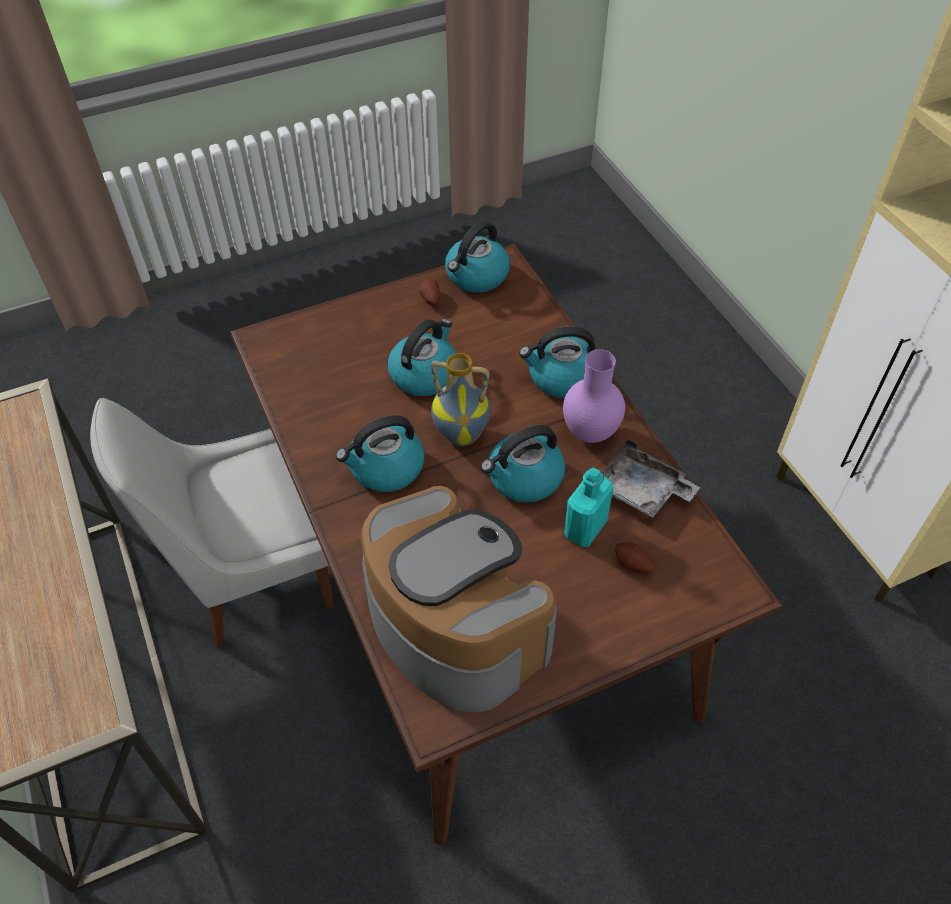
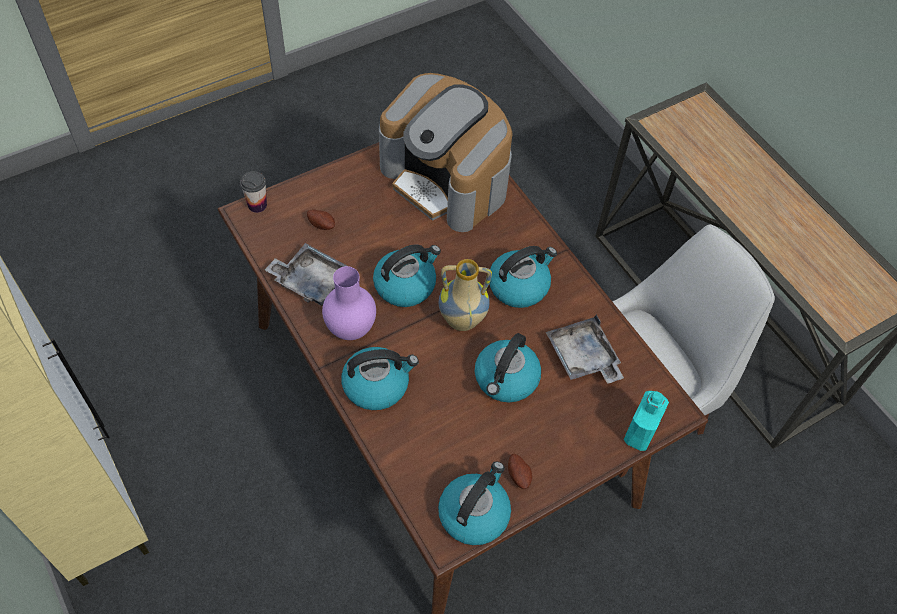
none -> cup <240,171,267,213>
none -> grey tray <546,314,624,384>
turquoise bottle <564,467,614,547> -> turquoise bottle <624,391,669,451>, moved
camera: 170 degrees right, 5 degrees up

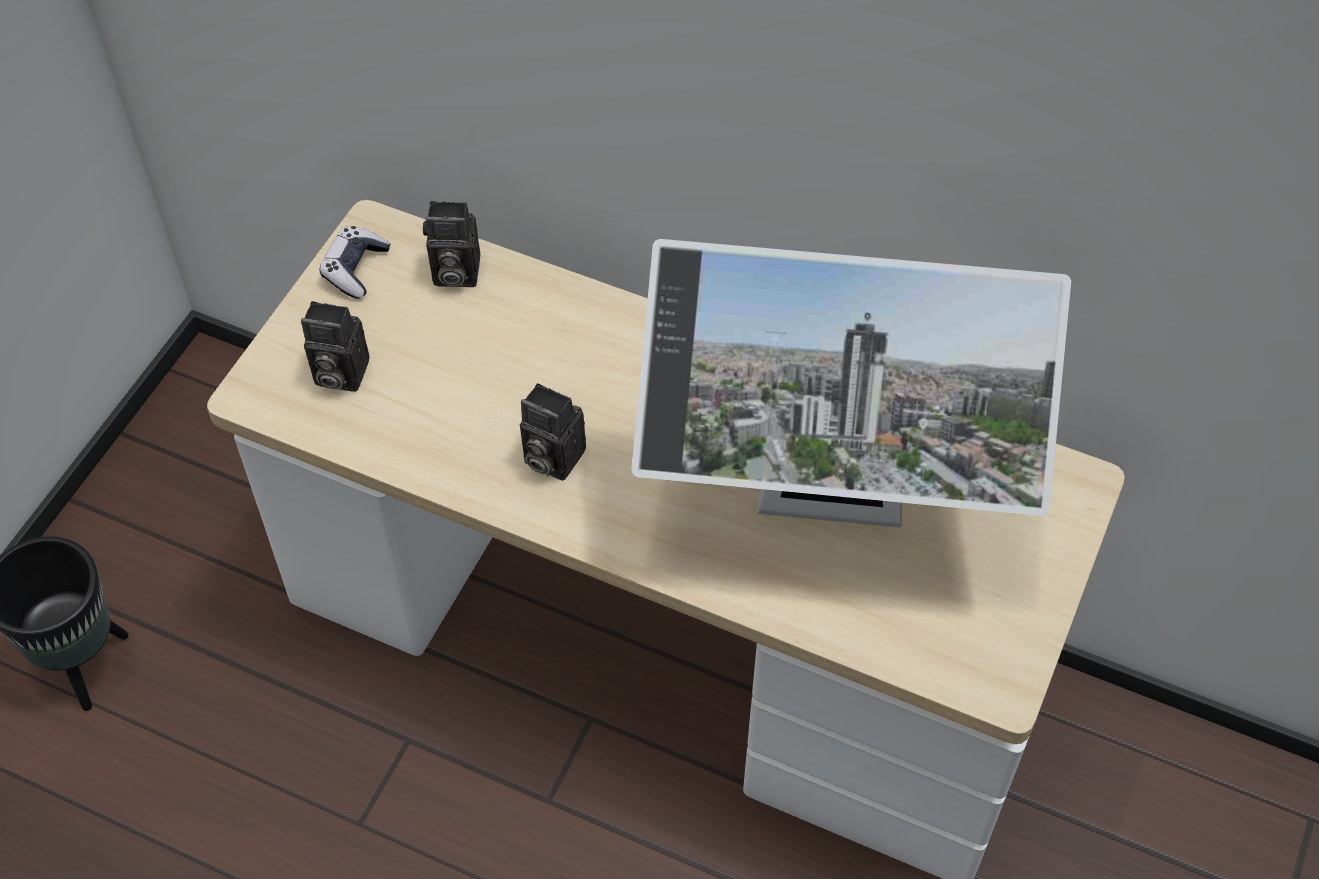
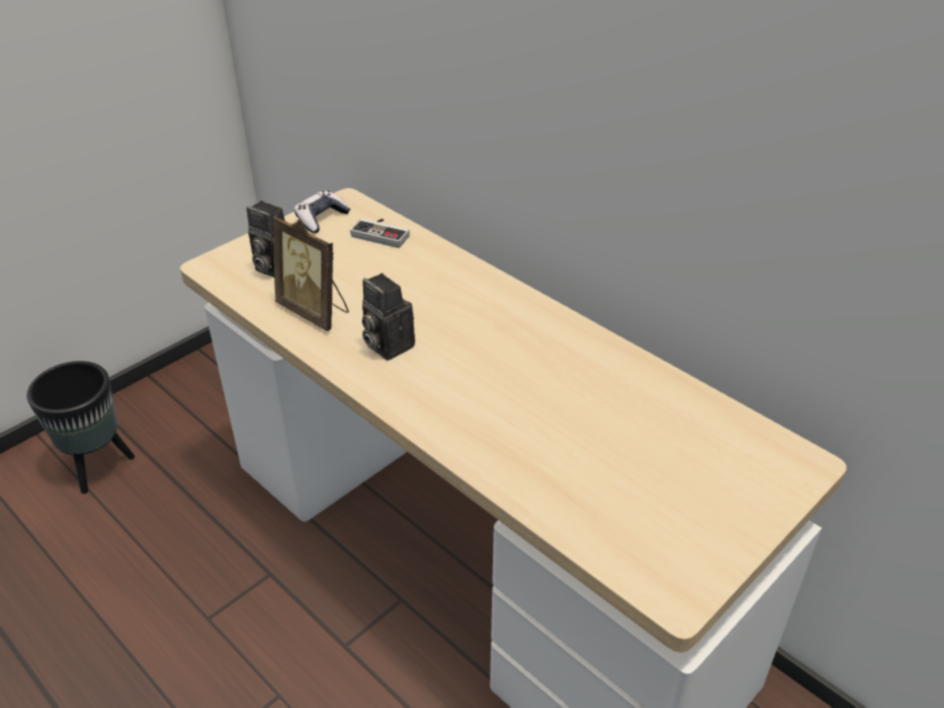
none -> picture frame <273,215,349,331>
photo camera <423,201,480,287> -> game controller <350,218,410,248>
monitor <631,239,1071,528> -> none
camera: 20 degrees right, 15 degrees down

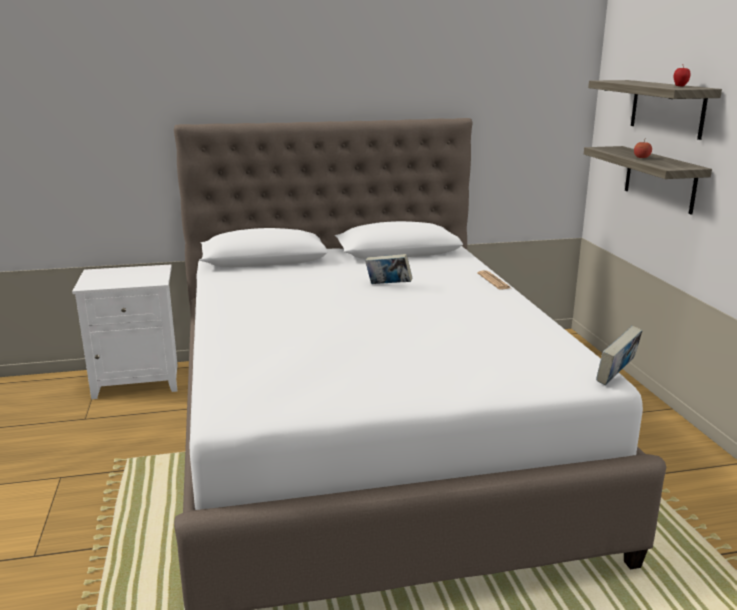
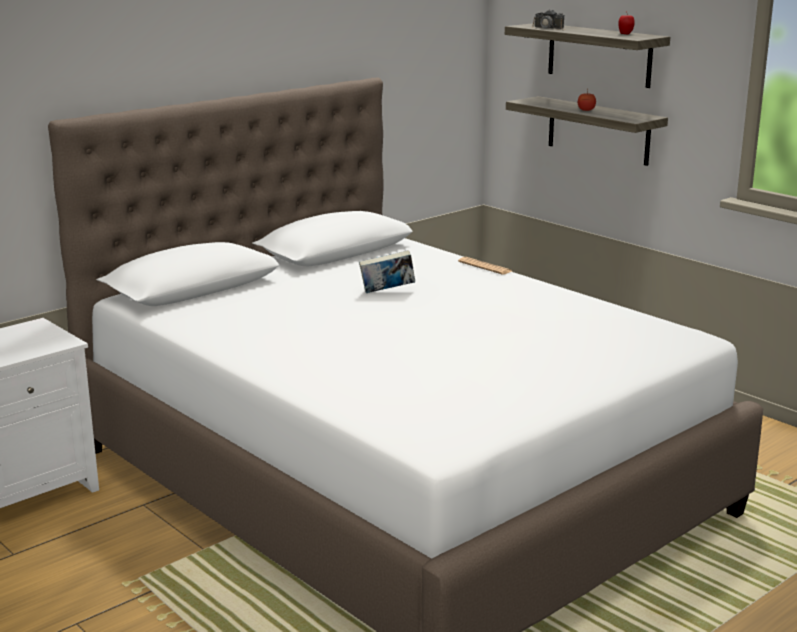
none -> photo camera <531,10,565,30>
book <596,326,642,385> -> none
camera: 30 degrees left, 0 degrees up

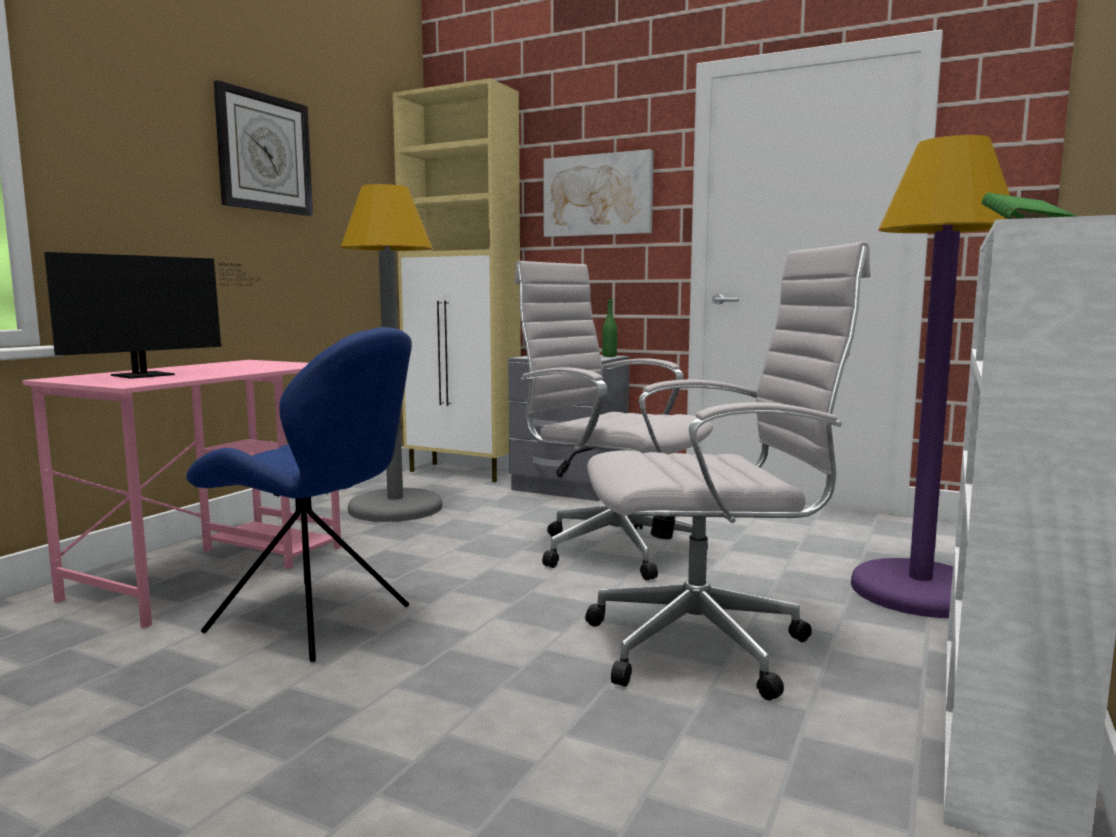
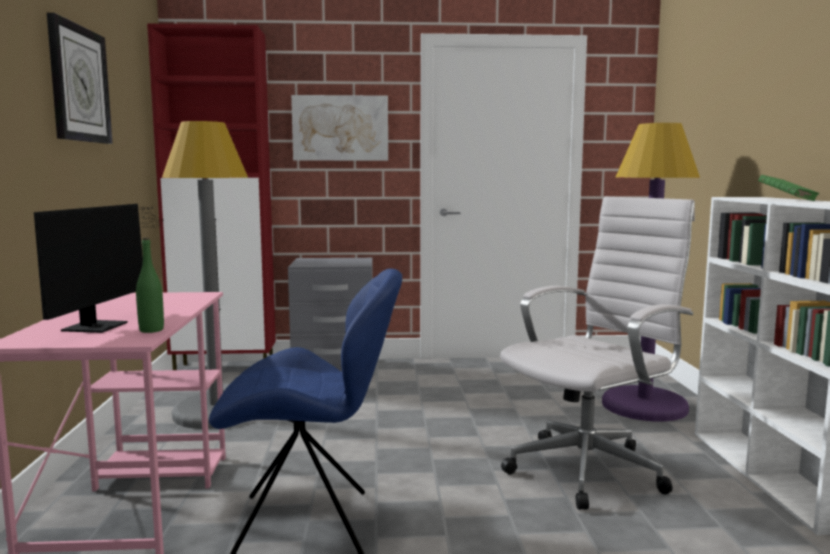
green bottle <602,298,617,357> -> green bottle <136,238,164,333>, moved
beige cabinet <393,78,521,482> -> red cabinet <147,24,276,370>
white office chair <514,261,713,581> -> none
camera: 30 degrees left, 0 degrees up

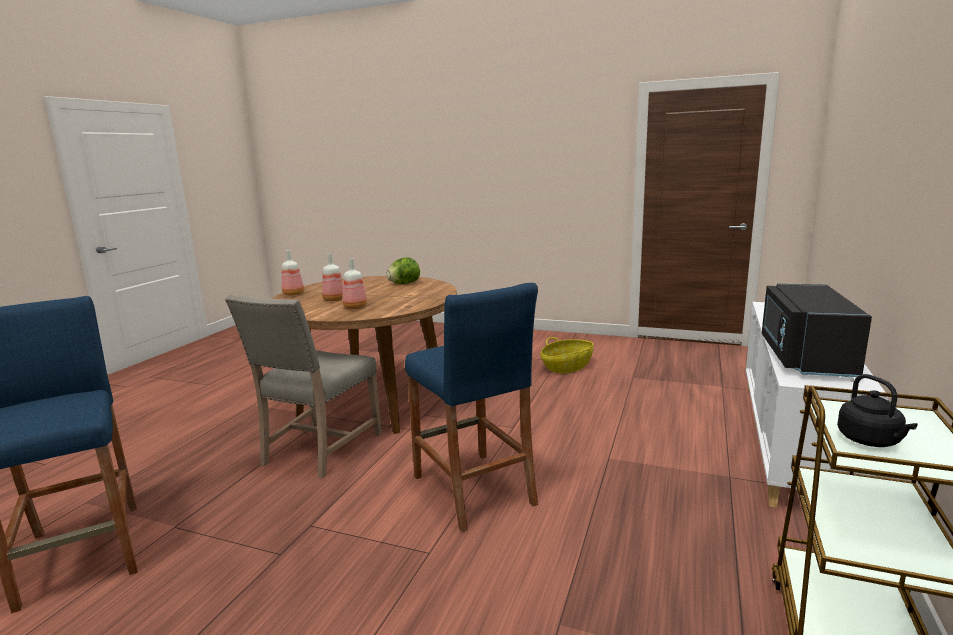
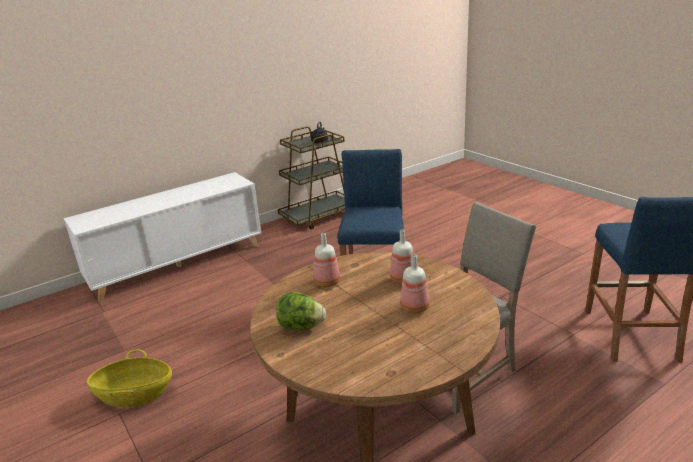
bottle <282,250,304,296> -> bottle <313,233,340,287>, moved
black microwave <762,284,872,377> -> none
camera: 145 degrees left, 10 degrees up

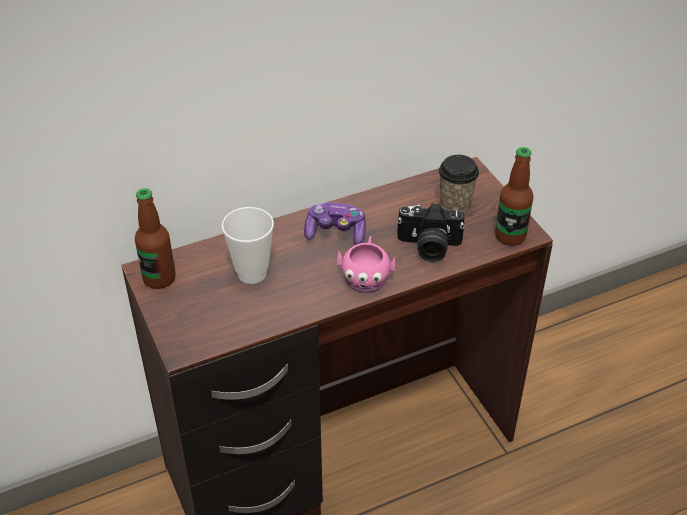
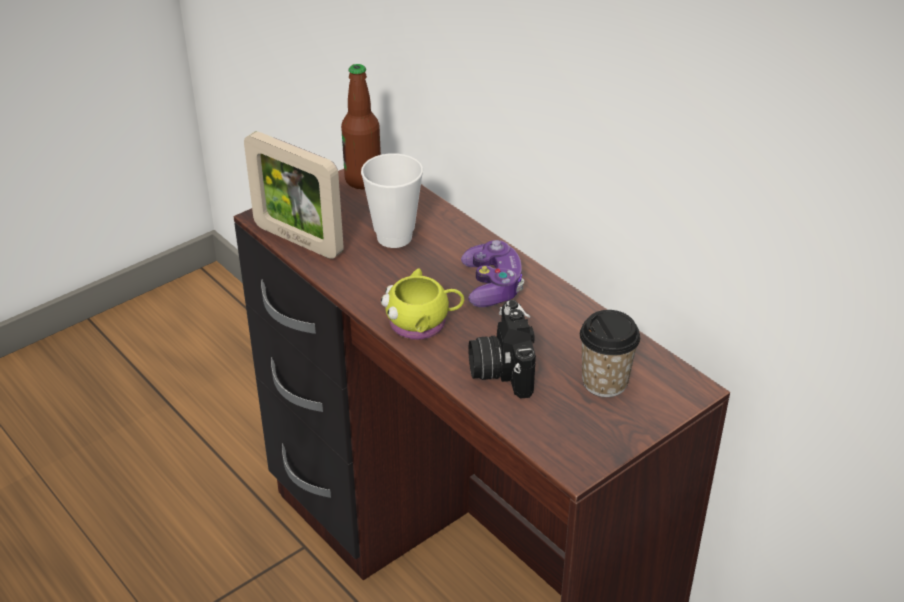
none -> picture frame <244,131,344,259>
pink mug <337,236,396,293> -> yellow mug <381,268,464,340>
bottle <495,147,534,246> -> none
camera: 75 degrees right, 5 degrees down

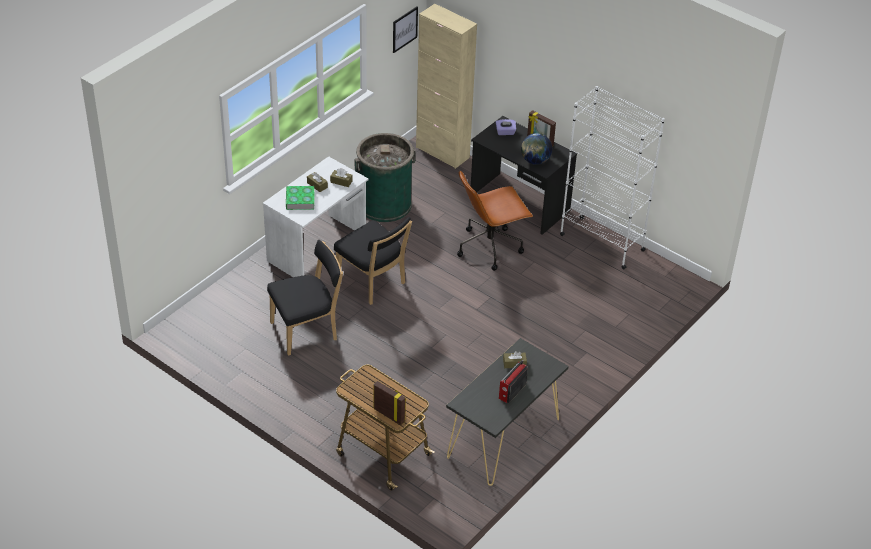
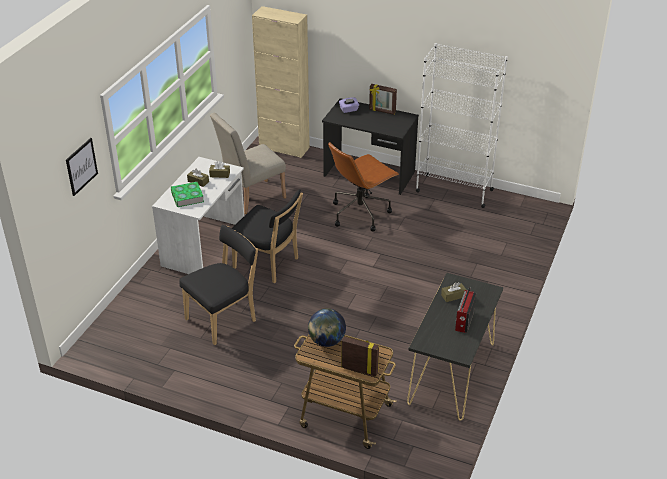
picture <393,6,418,53> -> picture <66,138,98,196>, moved
green trash can <355,133,416,222> -> beige chair <210,113,286,214>
globe <521,133,552,165> -> globe <308,308,346,347>, moved
camera: 15 degrees left, 5 degrees down

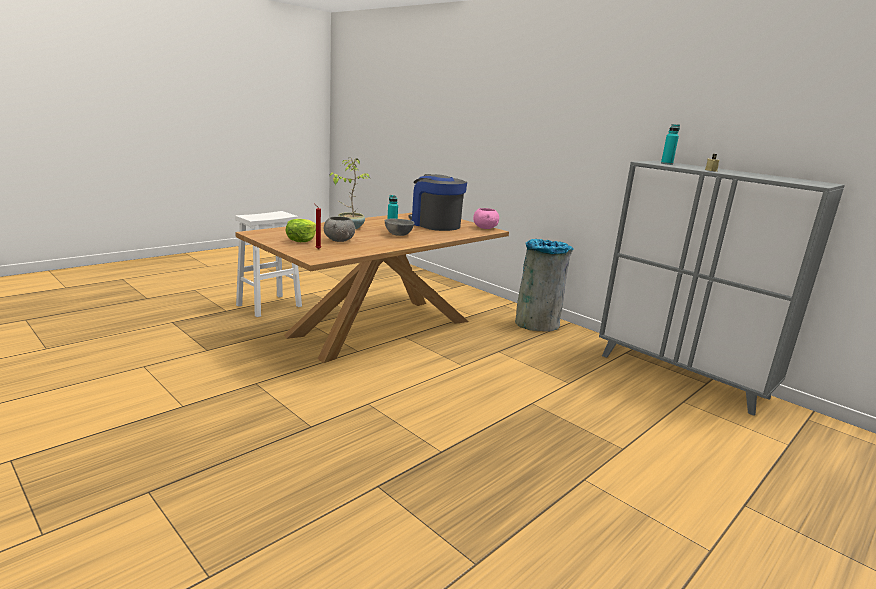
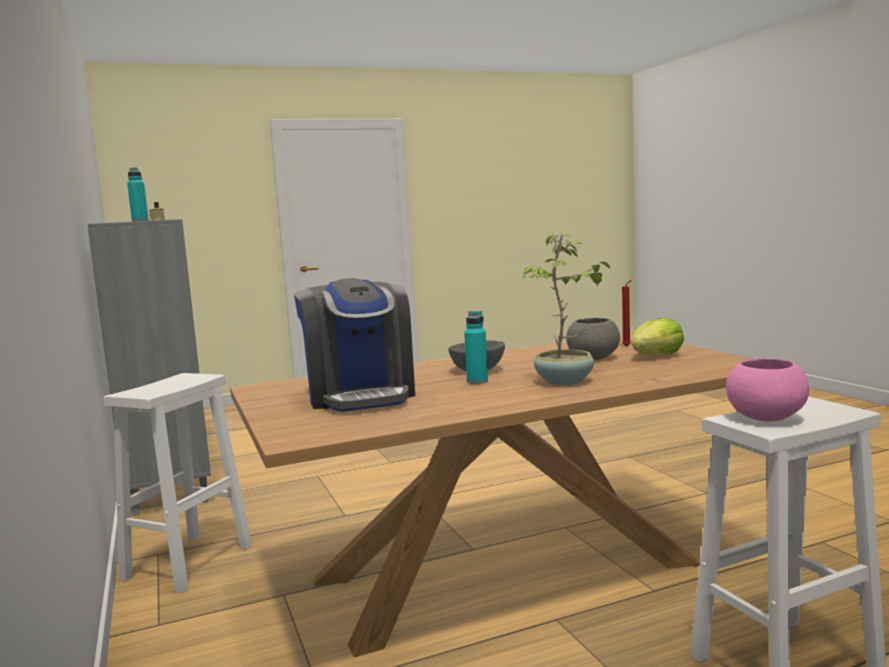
grey trash can <515,239,573,331> -> white stool <104,373,252,593>
pink bowl <473,208,499,229> -> pink bowl <726,358,809,422>, moved
camera: 155 degrees left, 10 degrees down

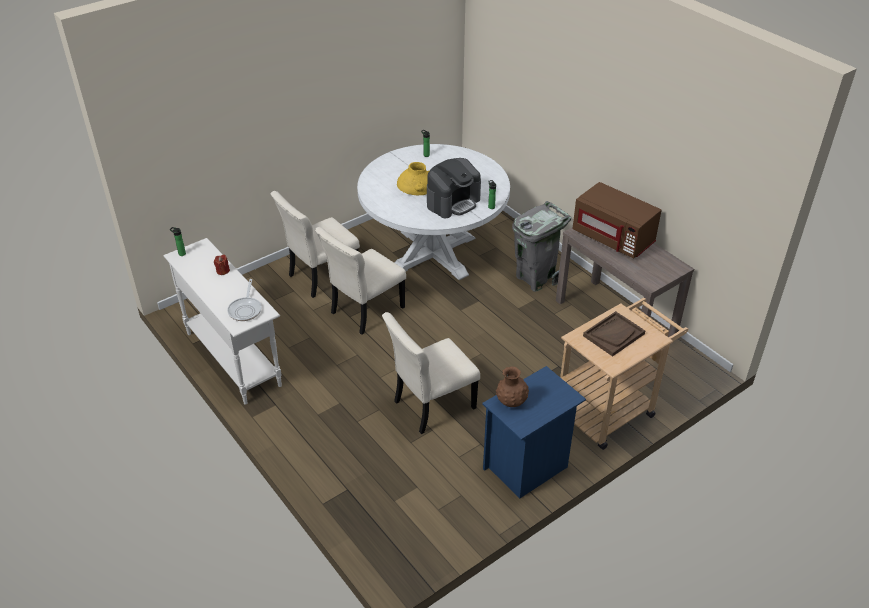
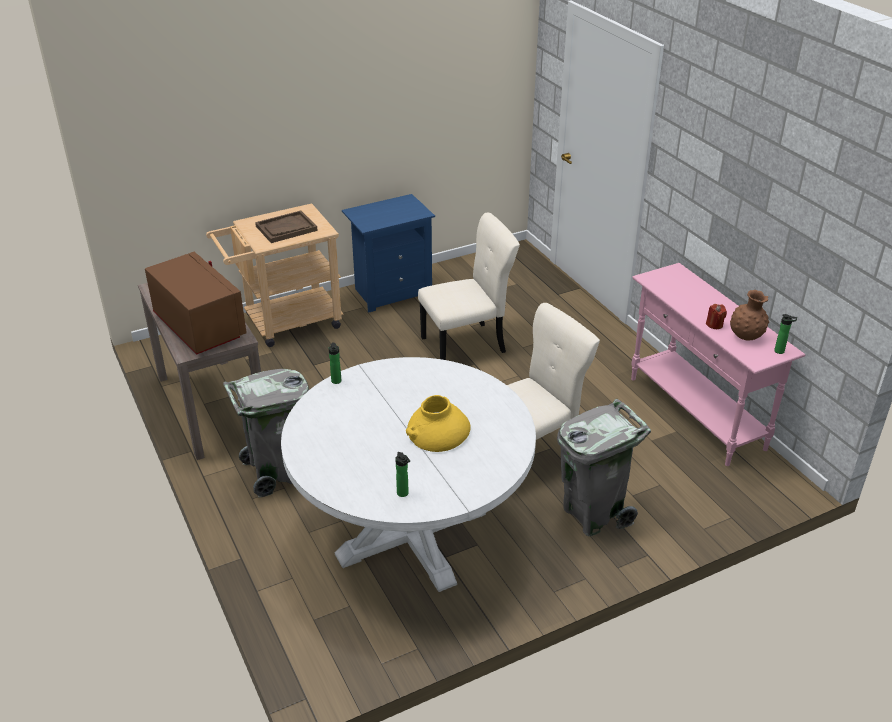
beige chair <271,191,360,298> -> grey trash can <557,399,651,536>
white console table <164,238,282,404> -> pink console table <631,263,805,466>
brown vase <496,367,529,407> -> brown vase <730,290,769,341>, moved
frying pan <227,279,262,321> -> none
coffee machine <427,158,481,218> -> none
camera: 170 degrees left, 5 degrees down

